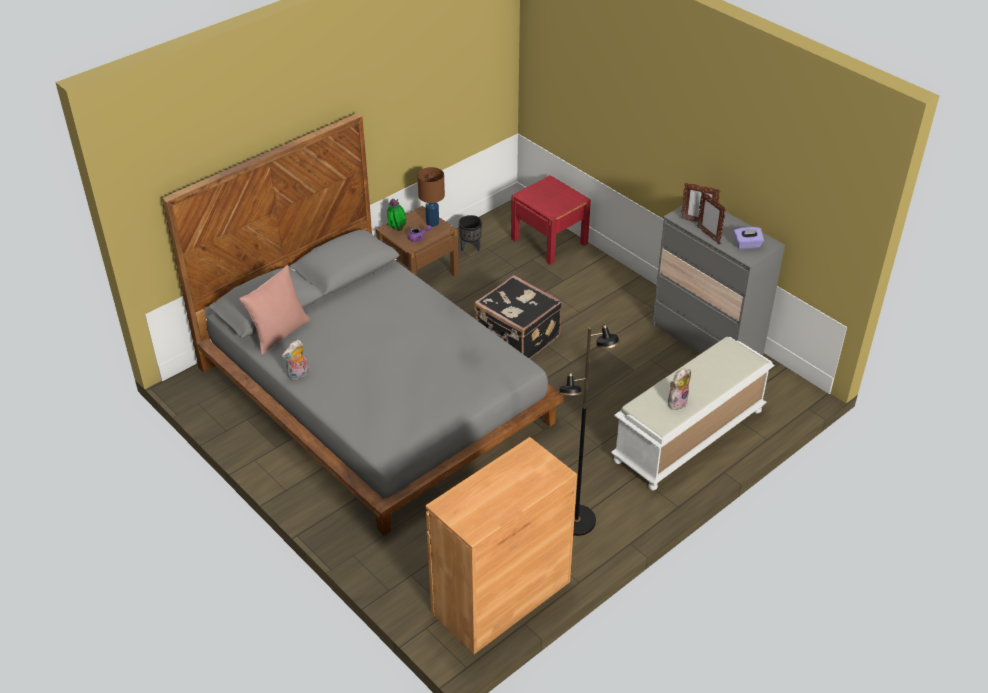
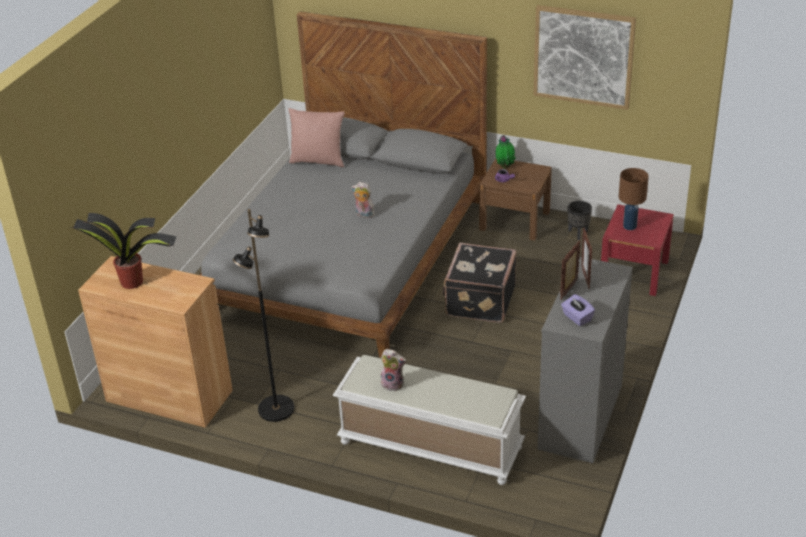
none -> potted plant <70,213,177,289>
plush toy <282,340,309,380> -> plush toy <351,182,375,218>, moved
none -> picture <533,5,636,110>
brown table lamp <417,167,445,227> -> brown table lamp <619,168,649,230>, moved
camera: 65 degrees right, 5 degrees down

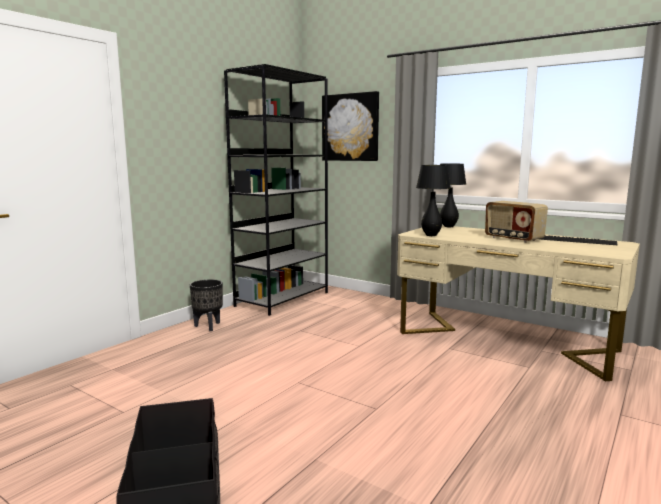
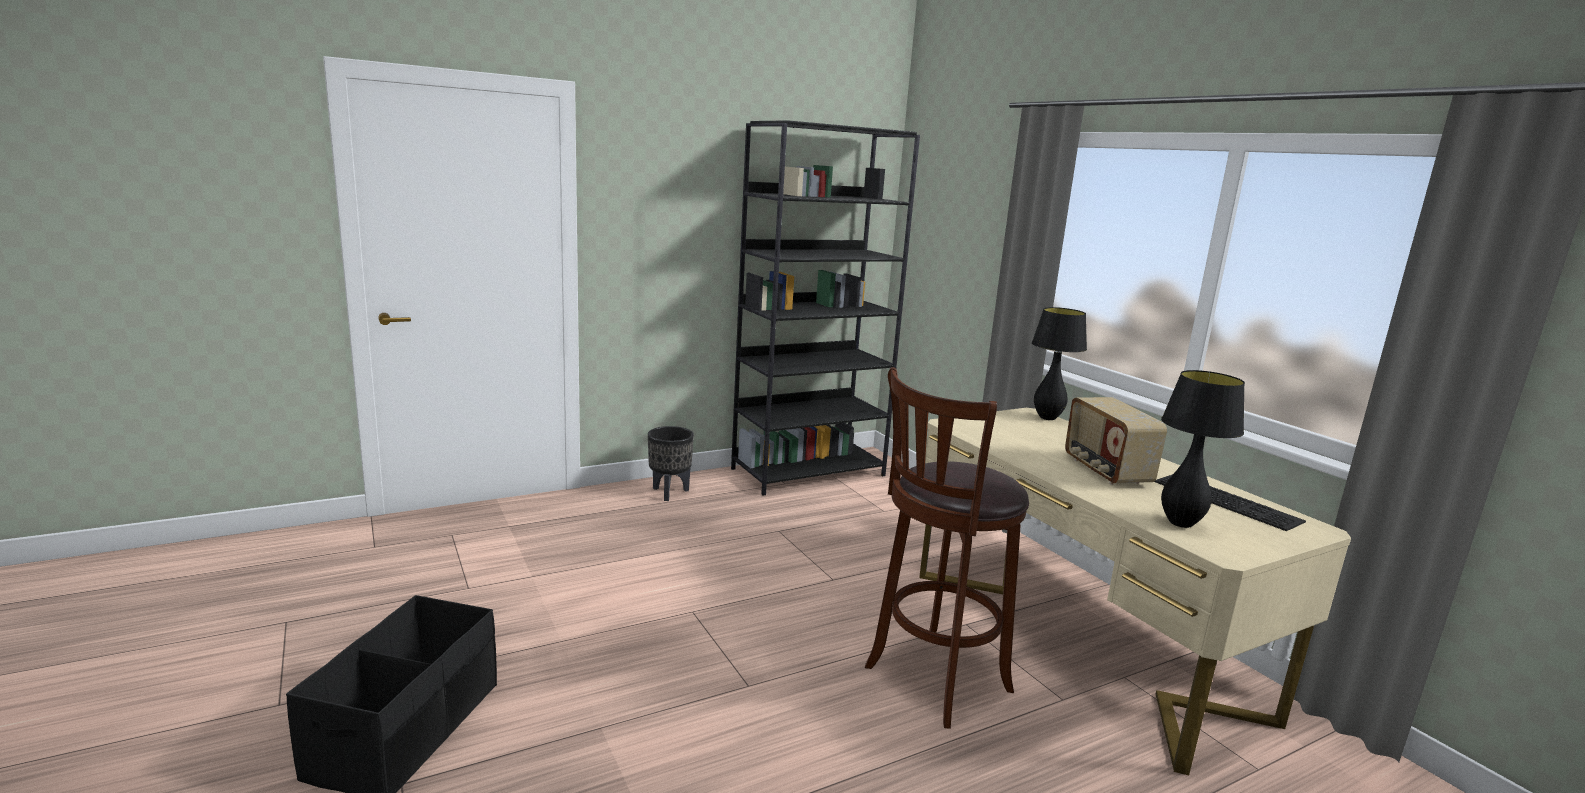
none -> brown stool <865,367,1029,729>
black table lamp <416,165,450,236> -> black table lamp <1161,370,1245,528>, moved
picture <322,91,379,161> -> none
camera: 25 degrees right, 5 degrees up

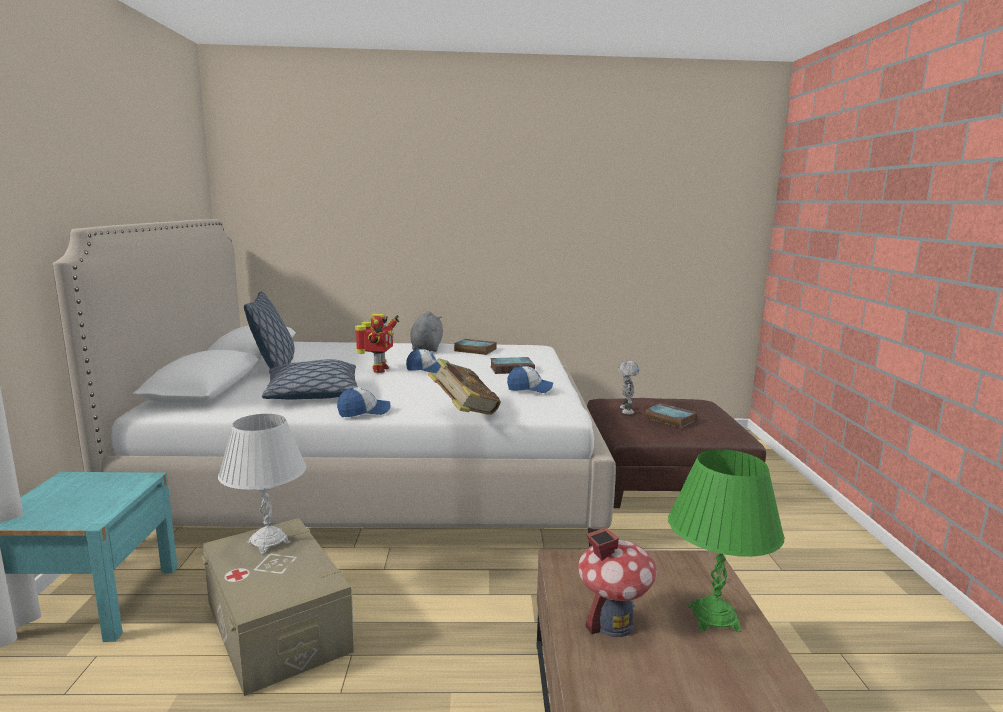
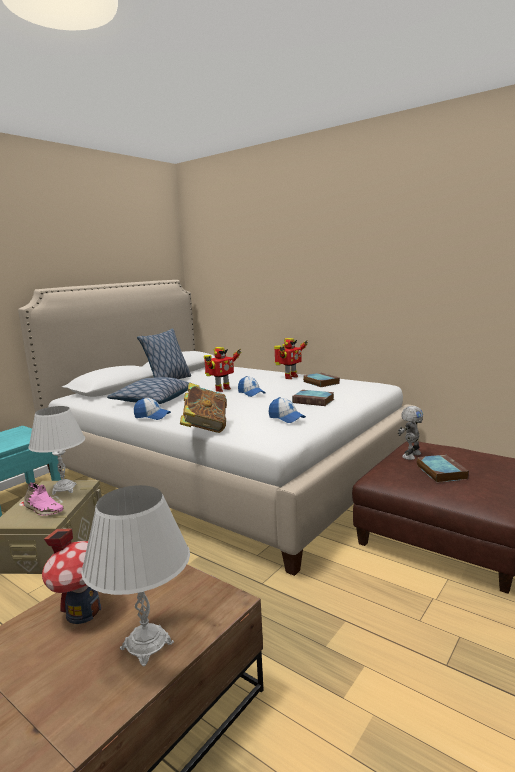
none -> pink shoe <23,482,64,516>
green table lamp <668,449,784,632> -> white table lamp <81,485,190,666>
grey plush toy <410,311,443,352> -> toy robot <274,338,308,379>
camera: 40 degrees right, 0 degrees up

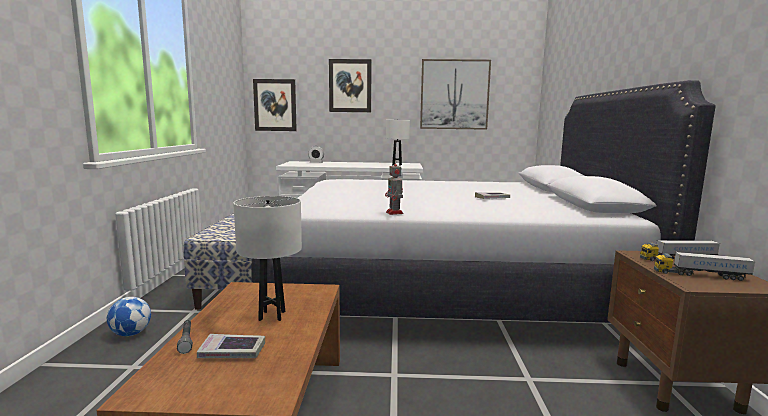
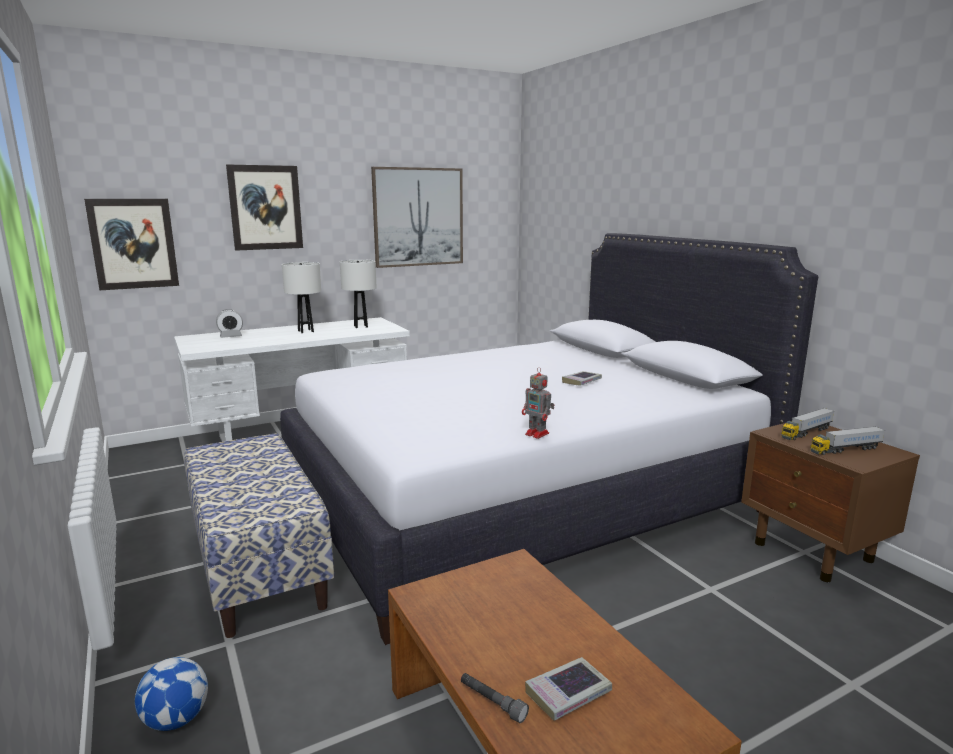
white table lamp <233,196,302,321> -> white table lamp <282,262,321,333>, moved
camera: 30 degrees left, 5 degrees up

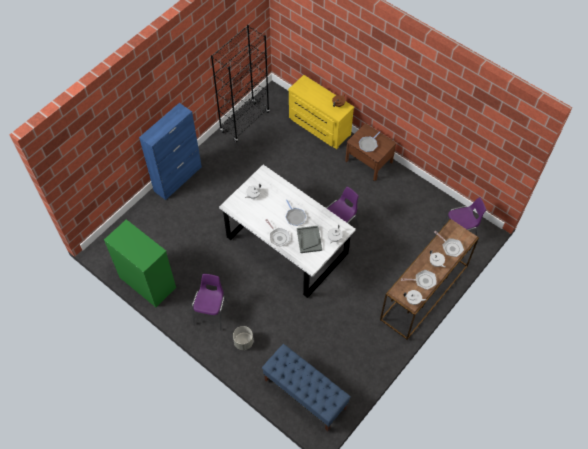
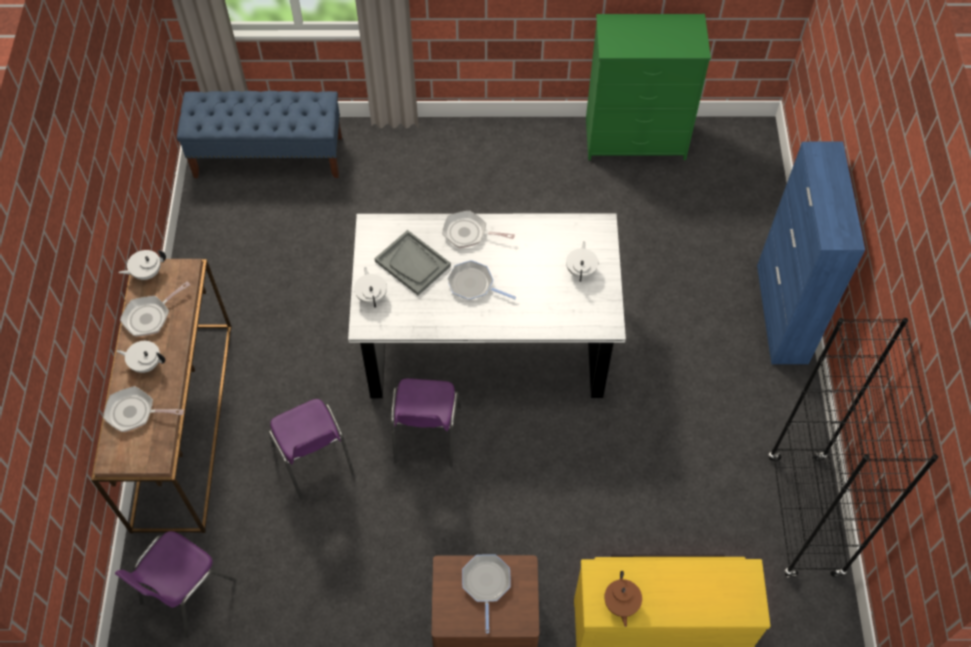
purple chair <192,274,228,331> -> purple chair <268,399,355,500>, moved
grey planter <233,326,253,350> -> none
camera: 140 degrees right, 0 degrees up

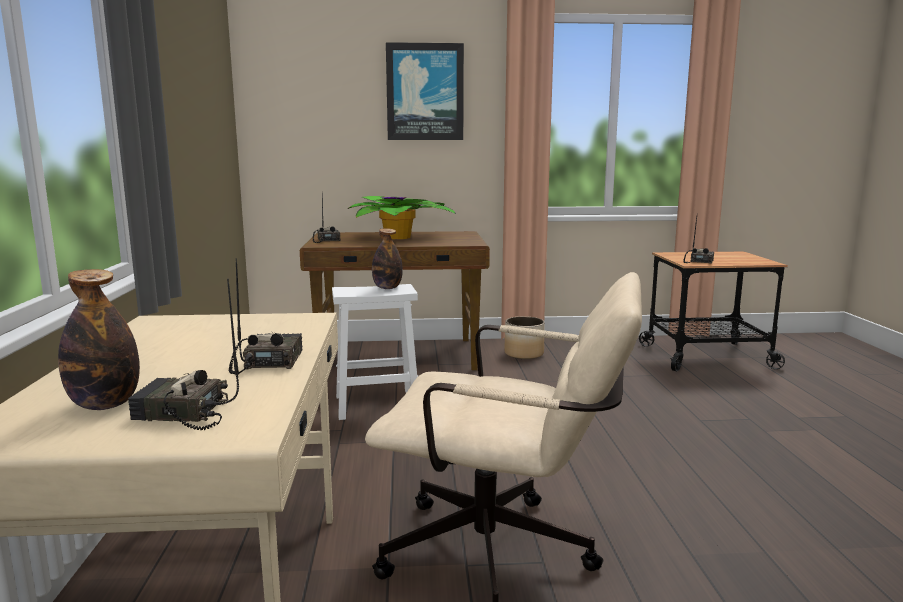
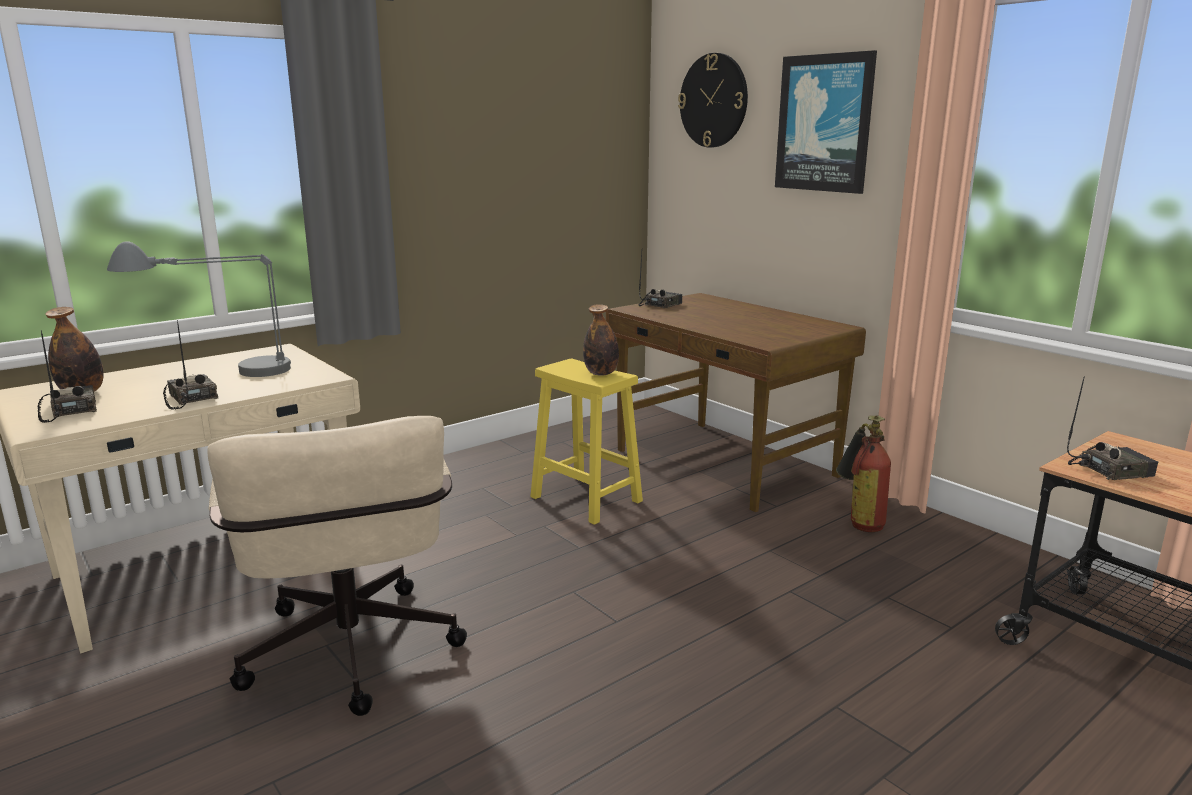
none -> grey table lamp <107,241,291,377>
radio <229,258,303,374> -> radio <163,320,218,410>, 90 degrees counterclockwise
white stool <332,284,418,420> -> yellow stool <530,359,643,525>
none -> wall clock <678,53,748,148>
planter <504,316,545,359> -> fire extinguisher <836,415,891,532>
potted plant <348,196,456,239> -> none
camera: 55 degrees right, 5 degrees up

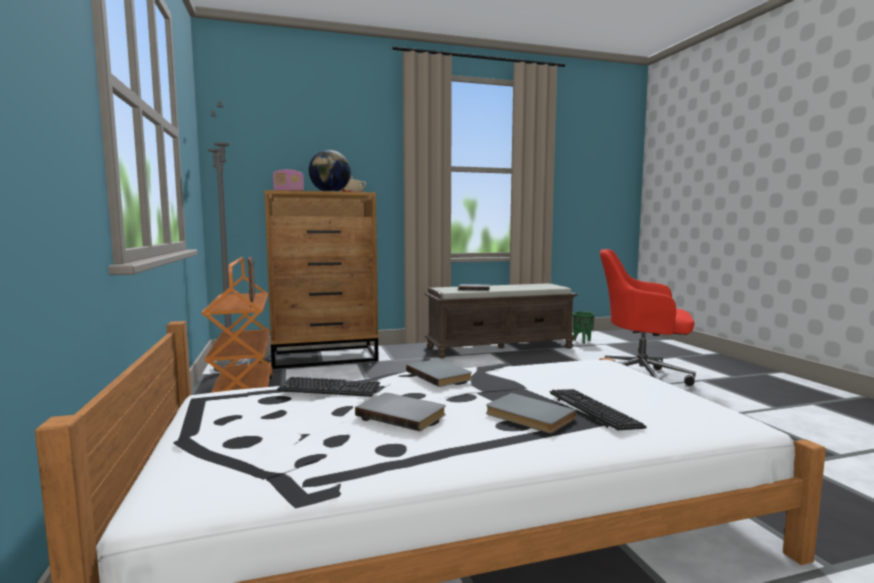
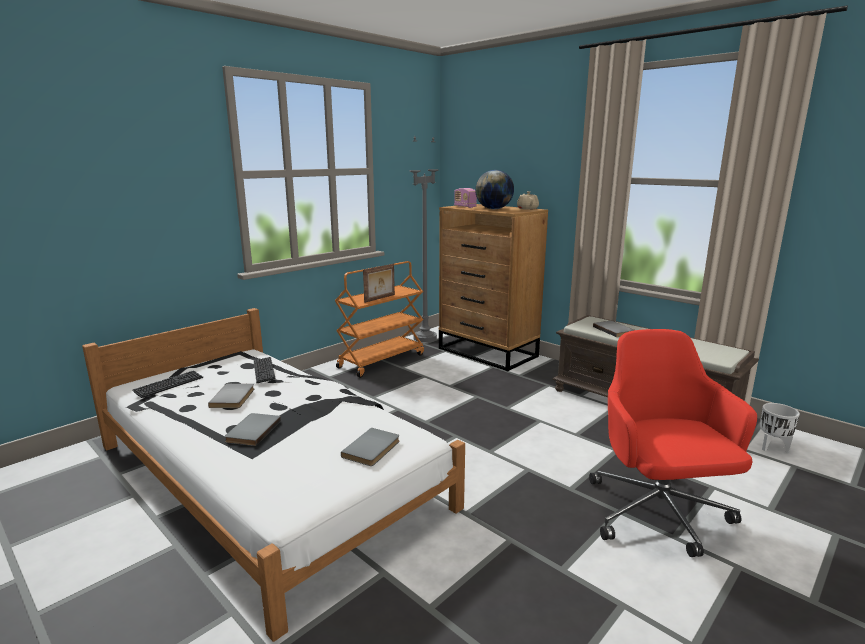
keyboard <550,389,647,430> -> keyboard <132,370,203,398>, moved
grey book <406,359,472,387> -> grey book <341,428,399,466>, moved
green planter <573,312,595,344> -> white planter <760,403,800,453>
camera: 60 degrees right, 10 degrees up

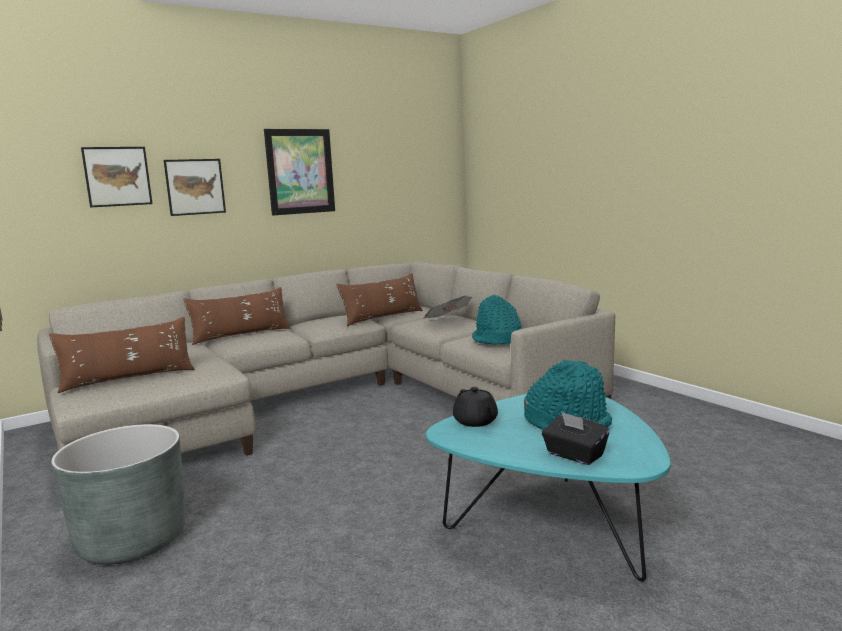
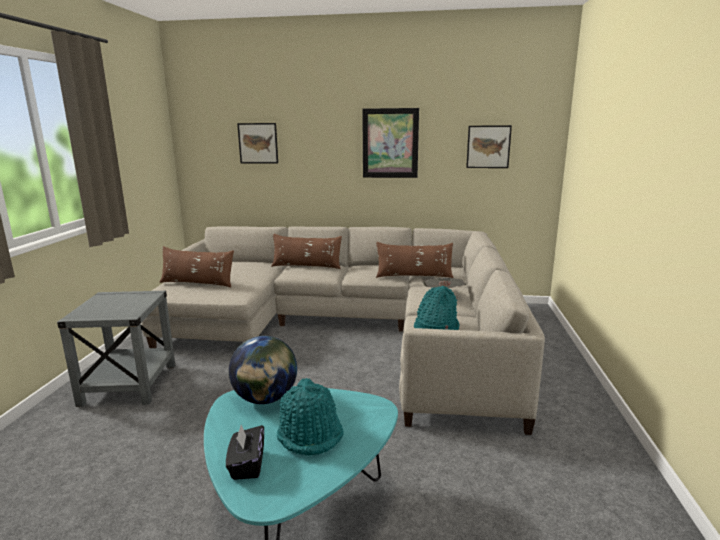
grey planter <51,424,186,565> -> grey side table <57,291,175,407>
black teapot <453,387,498,427> -> globe <229,336,297,404>
picture <164,159,226,216> -> picture <466,125,512,168>, moved
camera: 40 degrees right, 5 degrees up

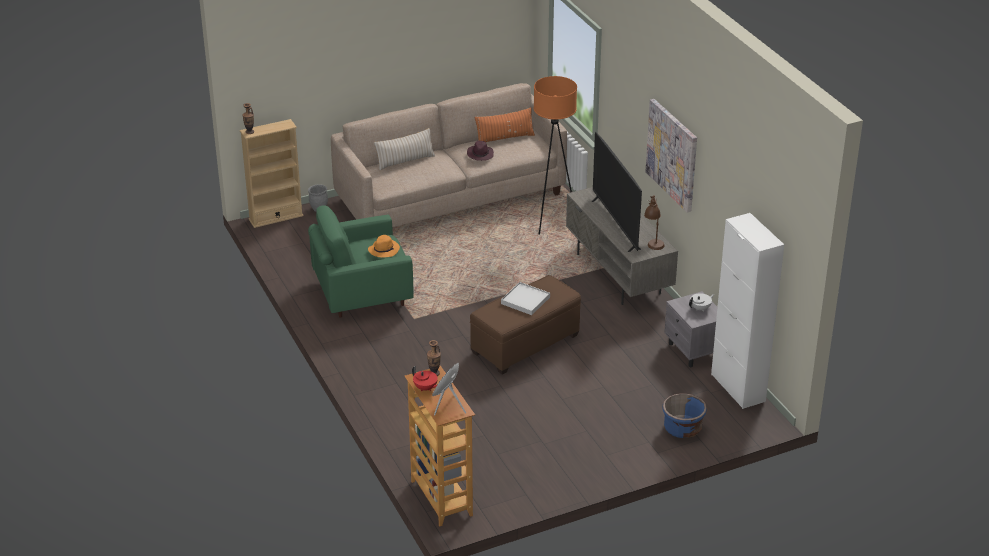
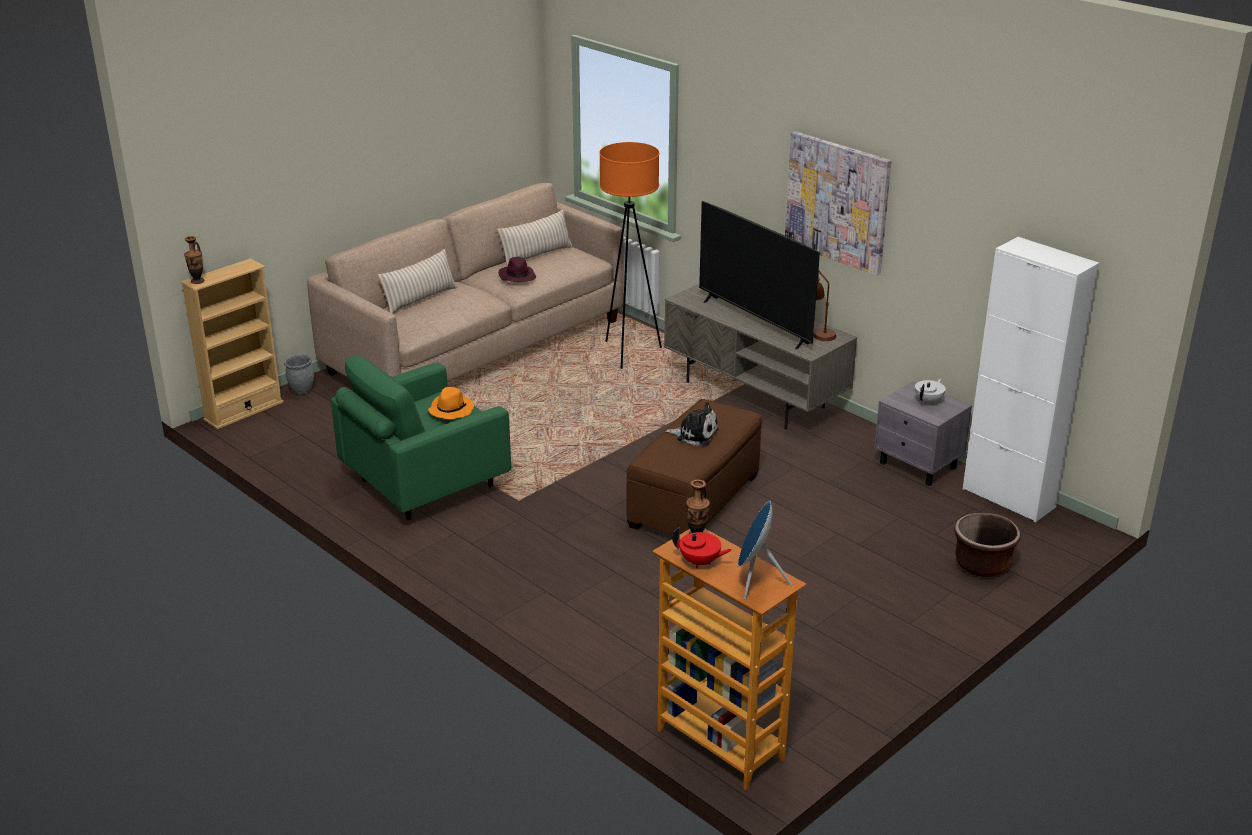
orange pillow <474,107,535,142> -> beige pillow <497,210,573,267>
white tray <501,282,550,315> -> plush toy <665,402,718,446>
blue planter <662,393,707,438> -> brown planter <954,512,1020,577>
camera: 20 degrees left, 5 degrees down

